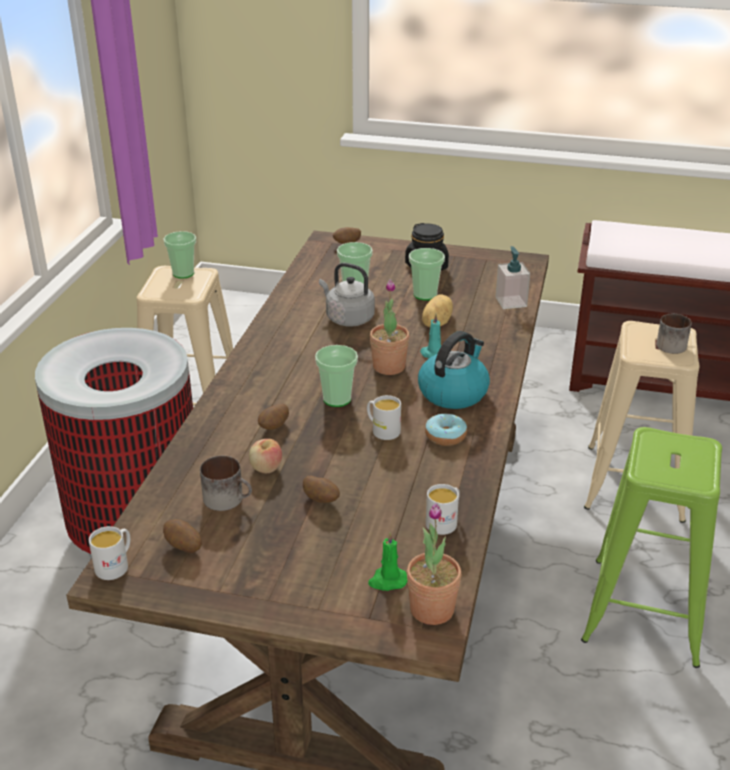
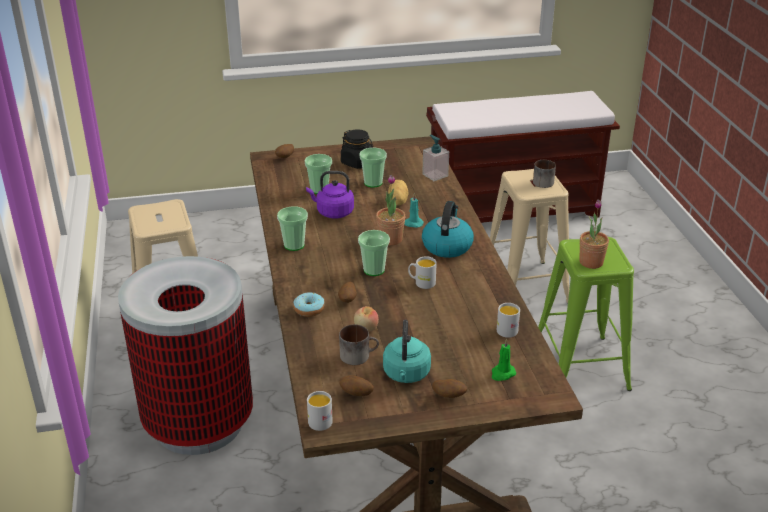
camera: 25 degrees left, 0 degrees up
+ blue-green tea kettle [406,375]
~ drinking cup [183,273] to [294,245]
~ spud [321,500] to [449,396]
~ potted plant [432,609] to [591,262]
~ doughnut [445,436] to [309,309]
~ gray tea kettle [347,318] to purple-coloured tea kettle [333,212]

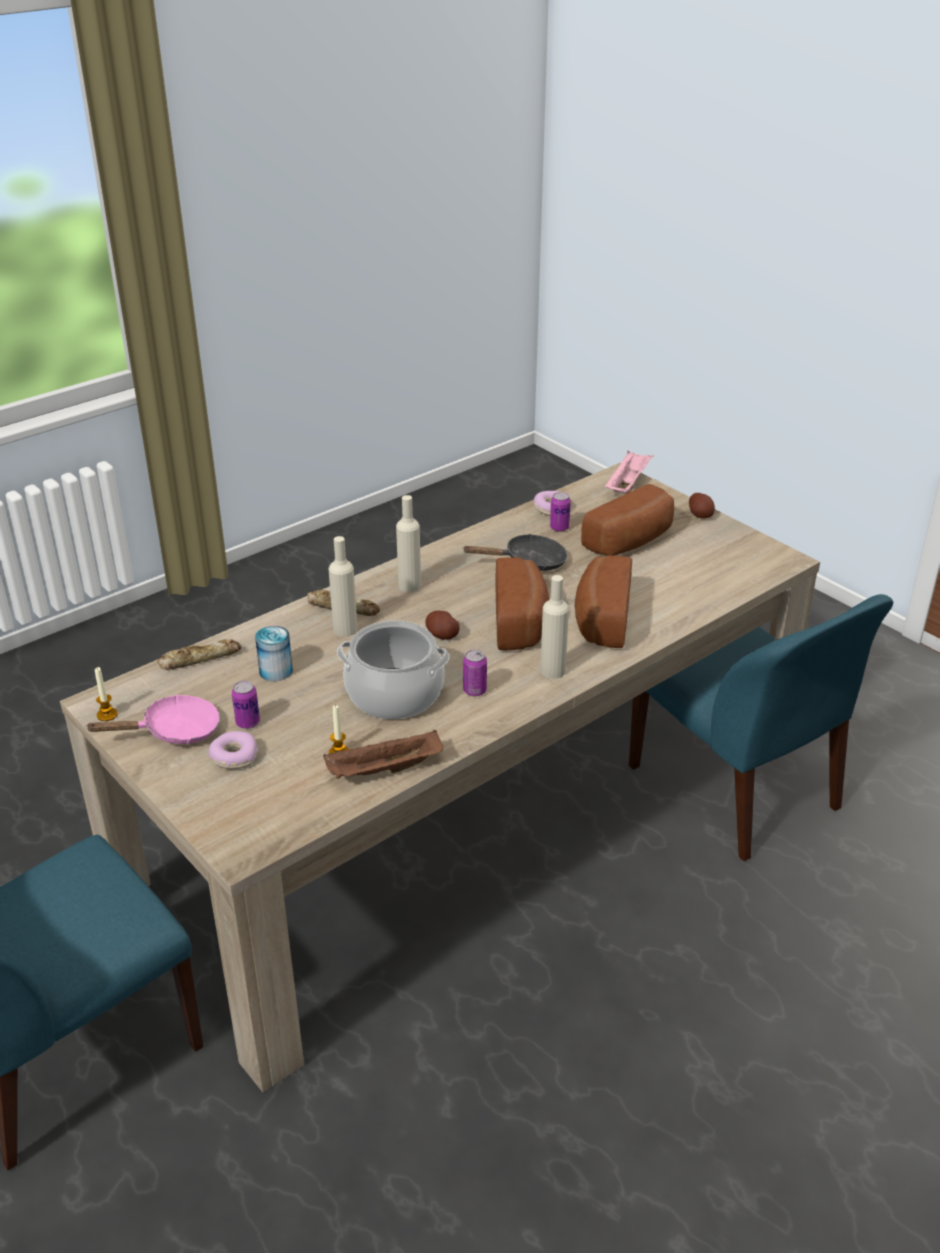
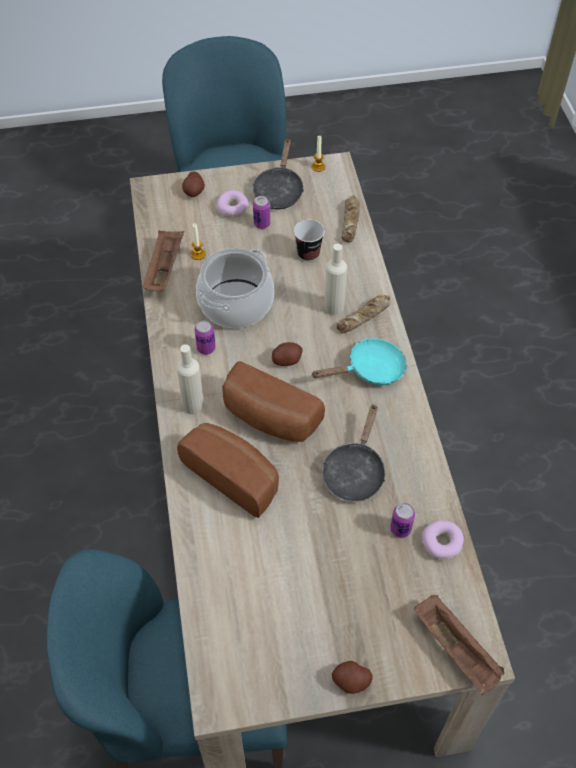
camera: 120 degrees right, 20 degrees up
- bread [632,541]
+ spud [194,191]
~ sealed can [276,671] to drinking cup [308,254]
~ beige drink bottle [409,585] to blue-green skillet [370,370]
~ pinkish skillet [174,731] to blackish skillet [279,190]
~ pinkish carrying tray [627,484] to brown-coloured carrying tray [457,650]

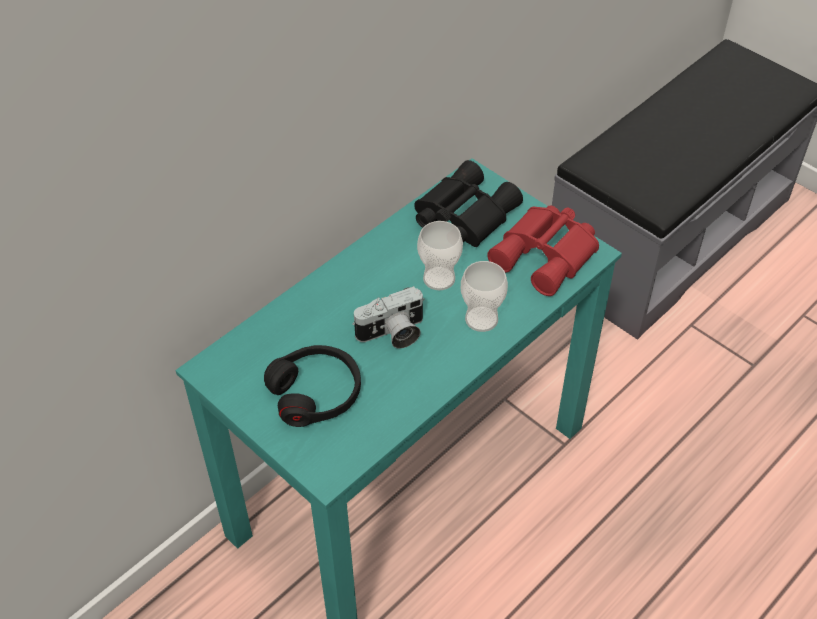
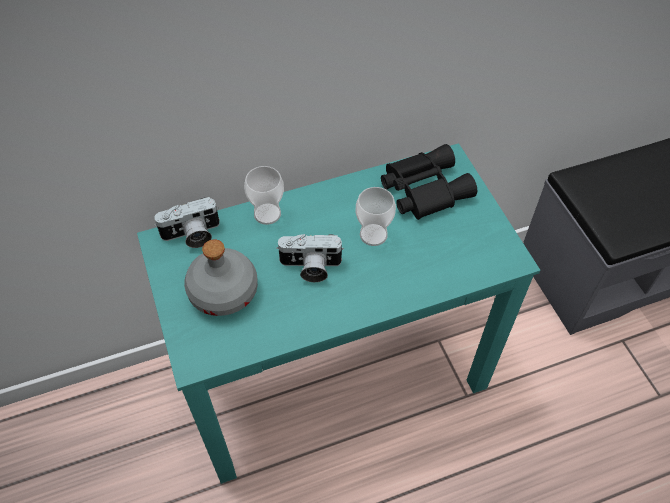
camera: 25 degrees right, 5 degrees up
- reddish pair of binoculars [547,256]
+ still camera [192,235]
~ drinking cup [481,319] to [267,214]
~ blackish headphones [316,393] to gray drink bottle [224,292]

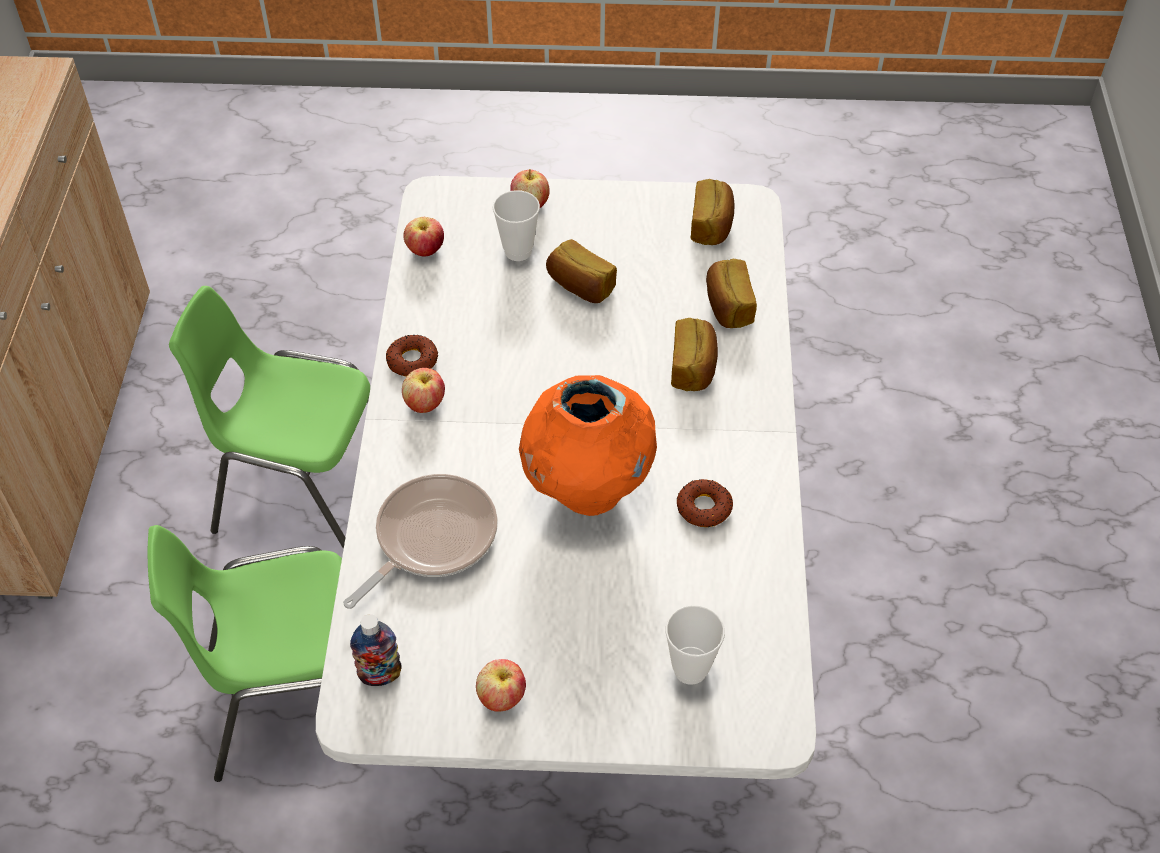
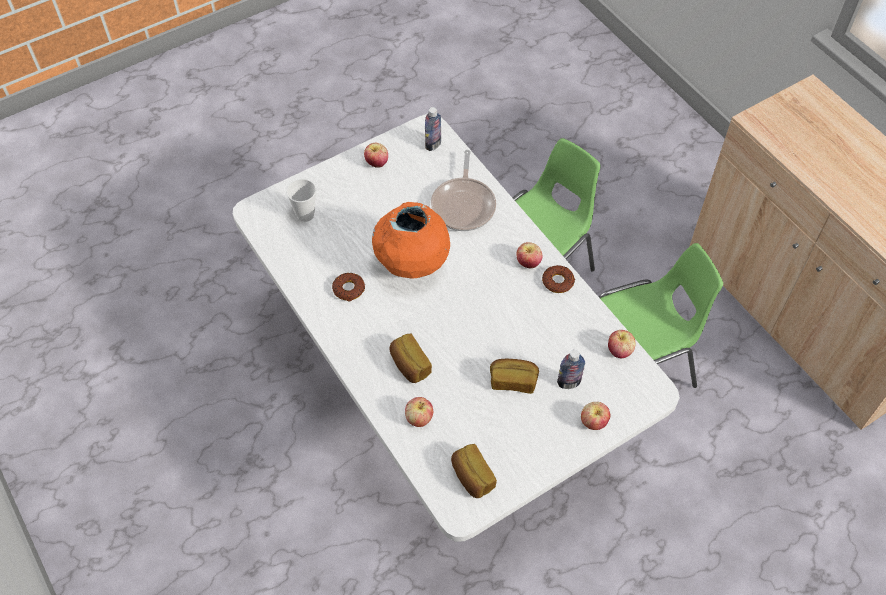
camera: 145 degrees right, 5 degrees up
~ drinking cup [518,251] to drink bottle [568,383]
~ bread [727,306] to apple fruit [419,418]

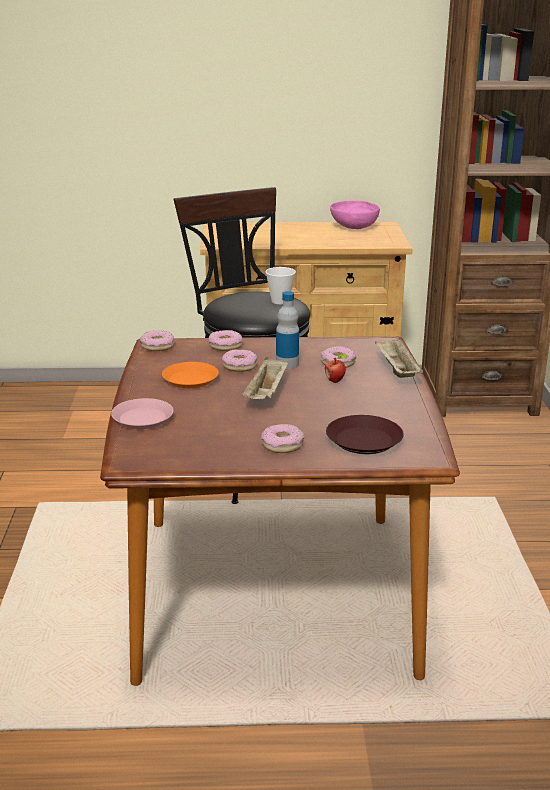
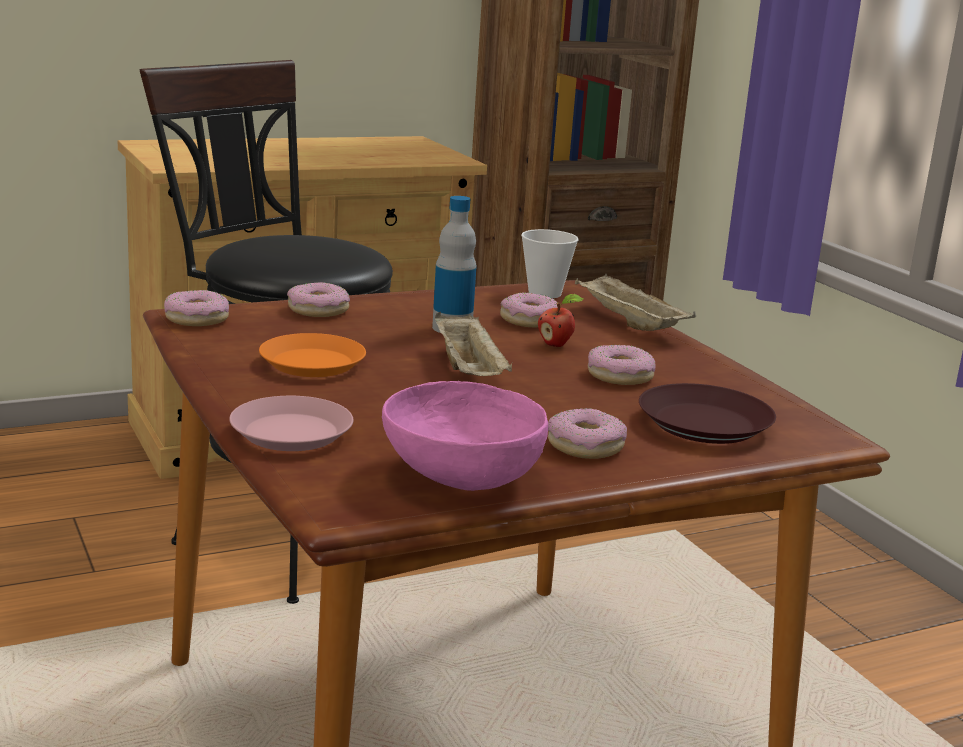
camera: 25 degrees left, 5 degrees down
~ doughnut [239,366] to [620,375]
~ drinking cup [280,301] to [544,293]
~ pinkish bowl [353,227] to [460,475]

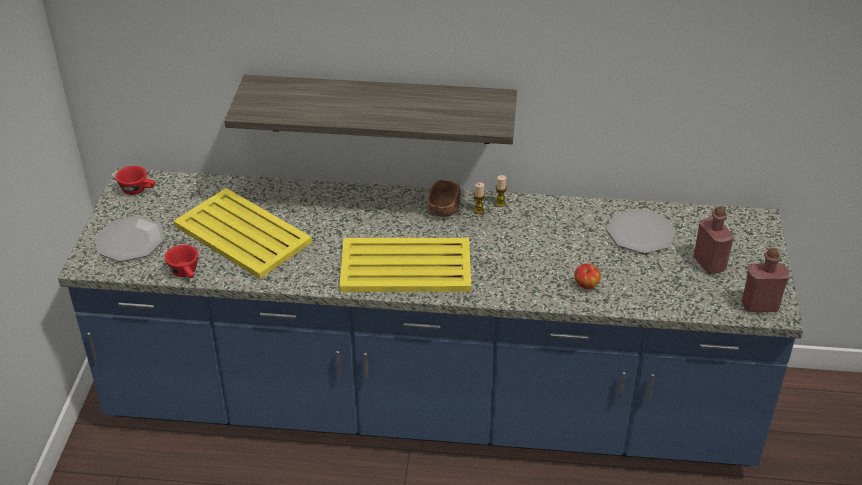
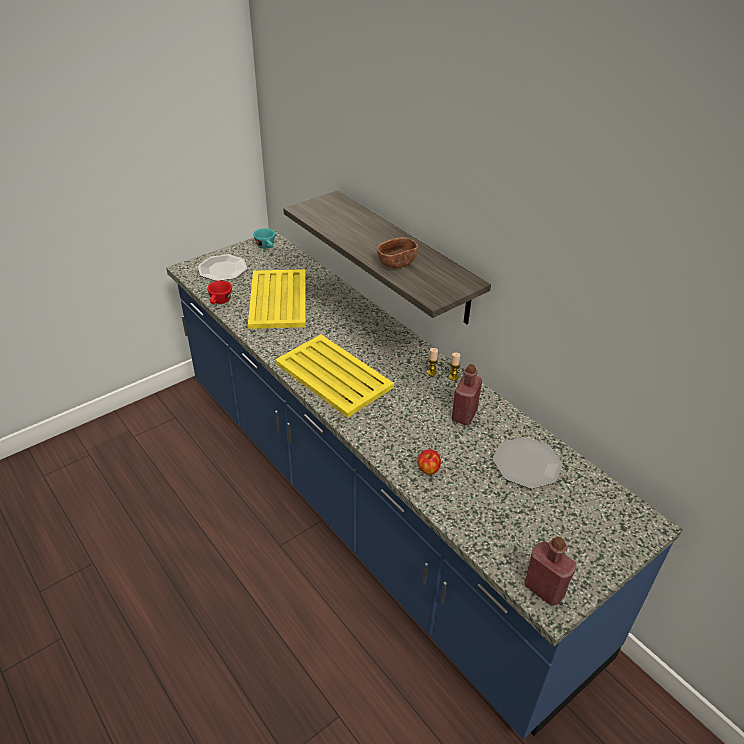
camera: 45 degrees right, 0 degrees up
~ brown-coloured bowl [443,208] to [397,262]
~ reddish drink bottle [709,264] to [464,415]
~ reddish drinking cup [138,190] to blue-green drinking cup [266,247]

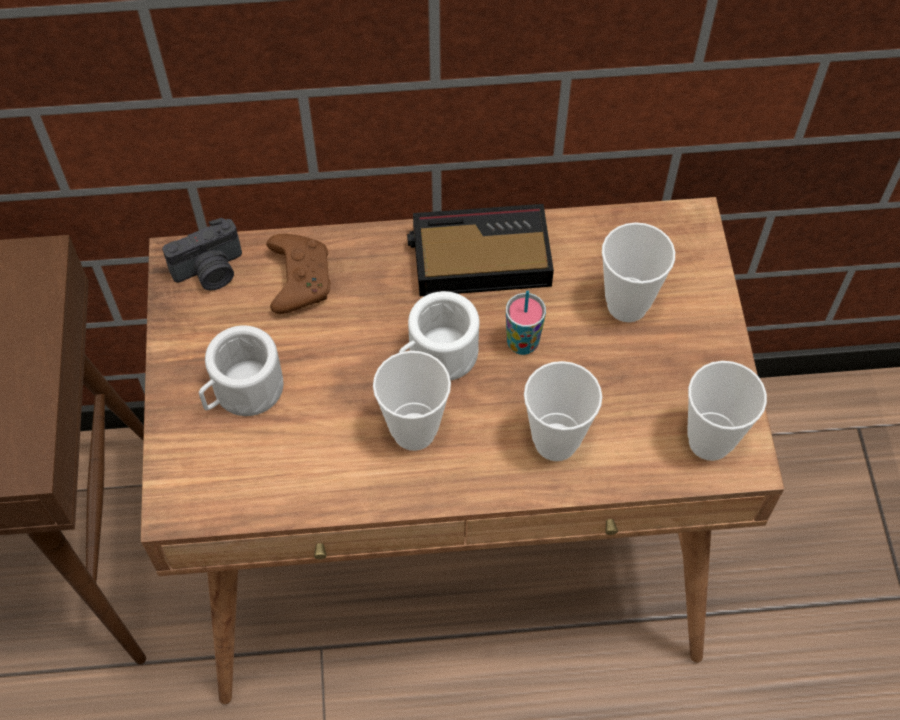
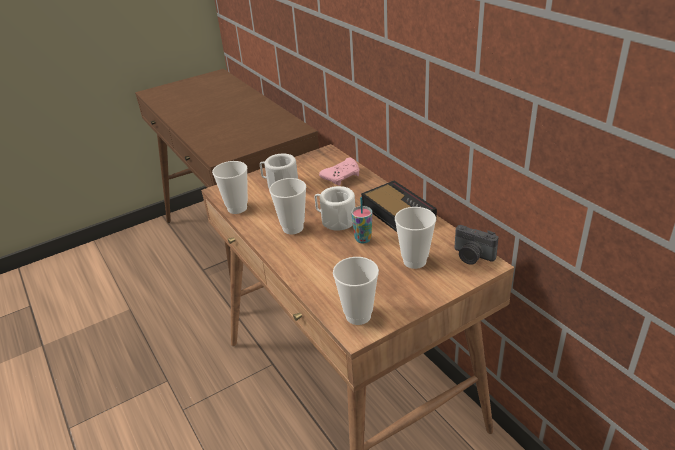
camera: 65 degrees right, 25 degrees down
~ still camera [210,272] to [472,256]
~ drinking cup [555,442] to [237,208]
~ brown-coloured joypad [299,279] to pinkish joypad [342,177]

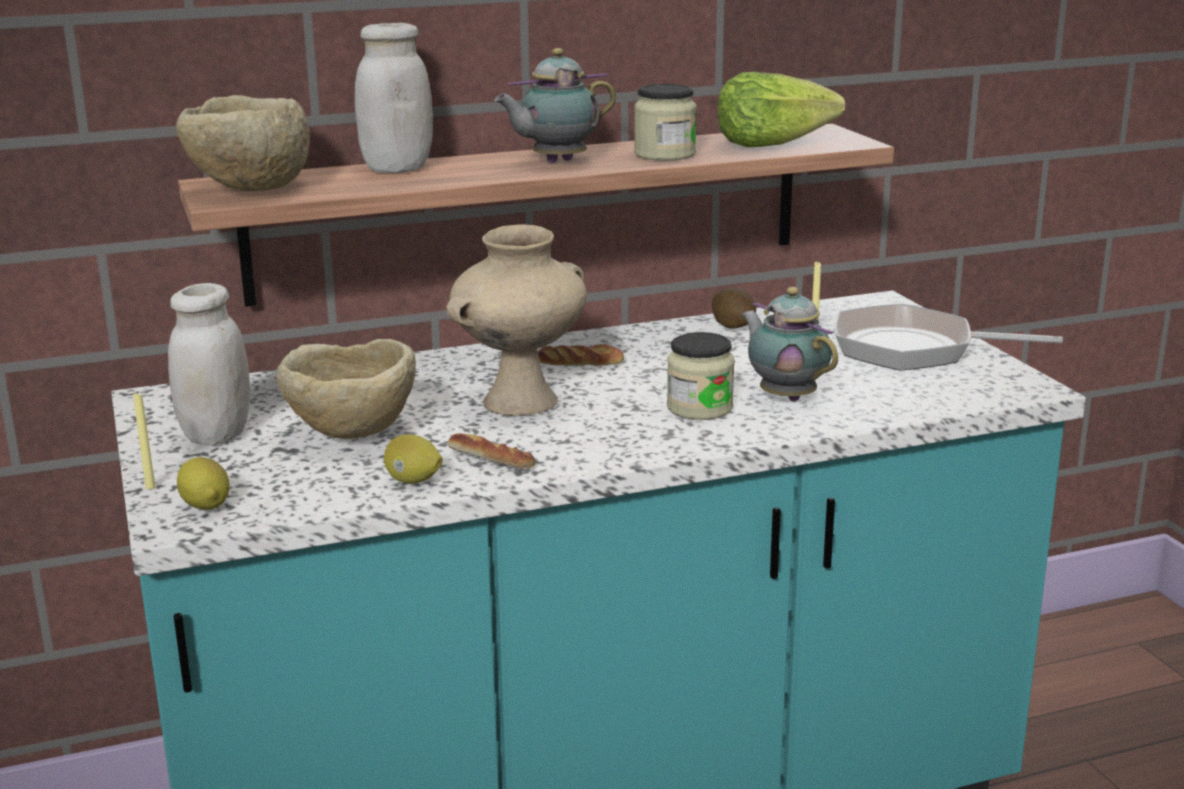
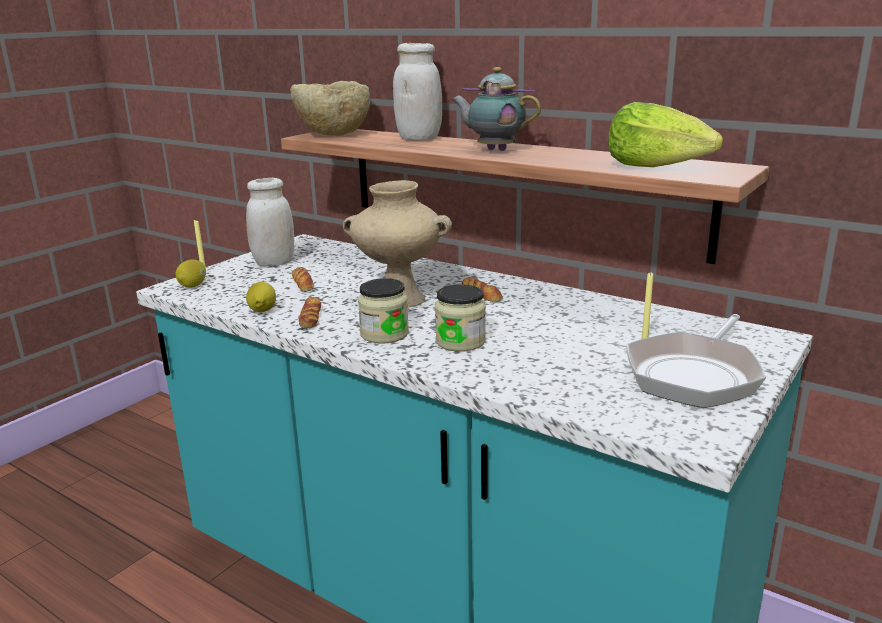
camera: 55 degrees right, 0 degrees up
- spud [734,326]
- pot for tea [785,396]
~ jar [664,154] to [384,334]
~ beige bowl [352,437] to bread [303,284]
~ skillet [913,349] = [695,374] 120 degrees counterclockwise

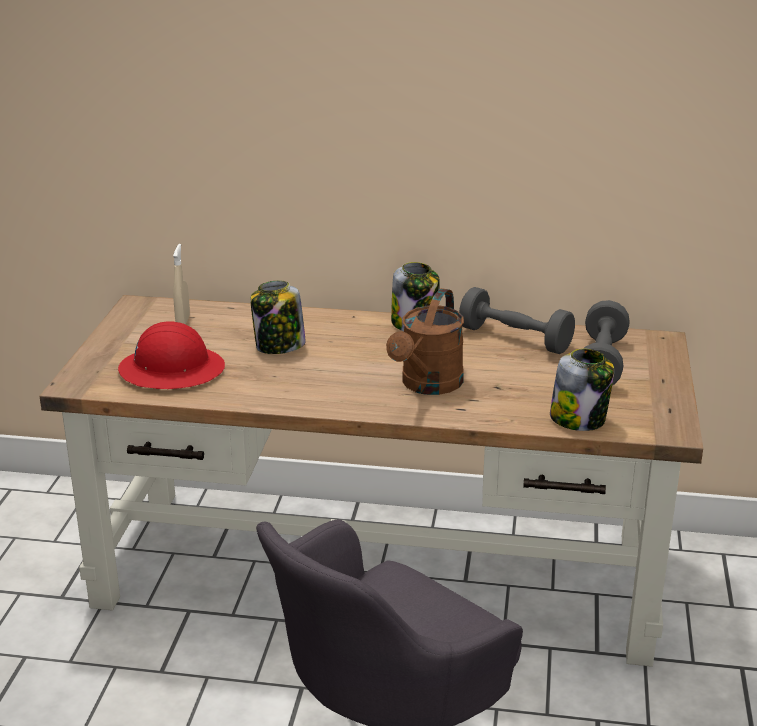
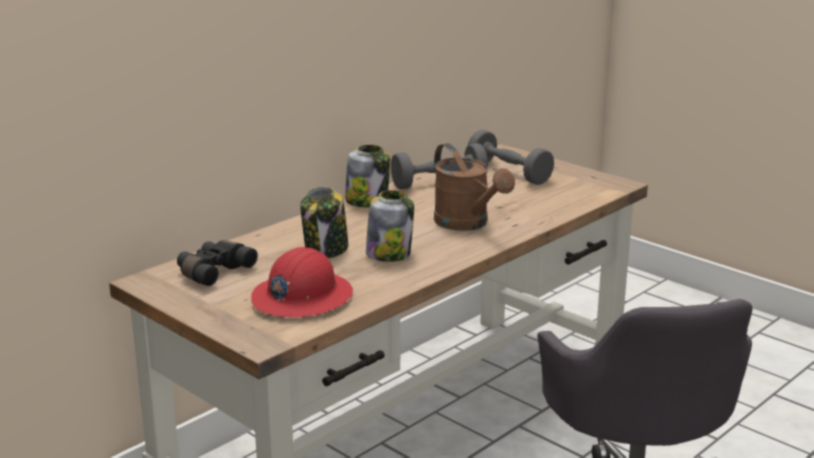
camera: 55 degrees left, 5 degrees down
~ jar [579,419] to [389,254]
~ beige hand sprayer [183,320] to blackish pair of binoculars [213,271]

